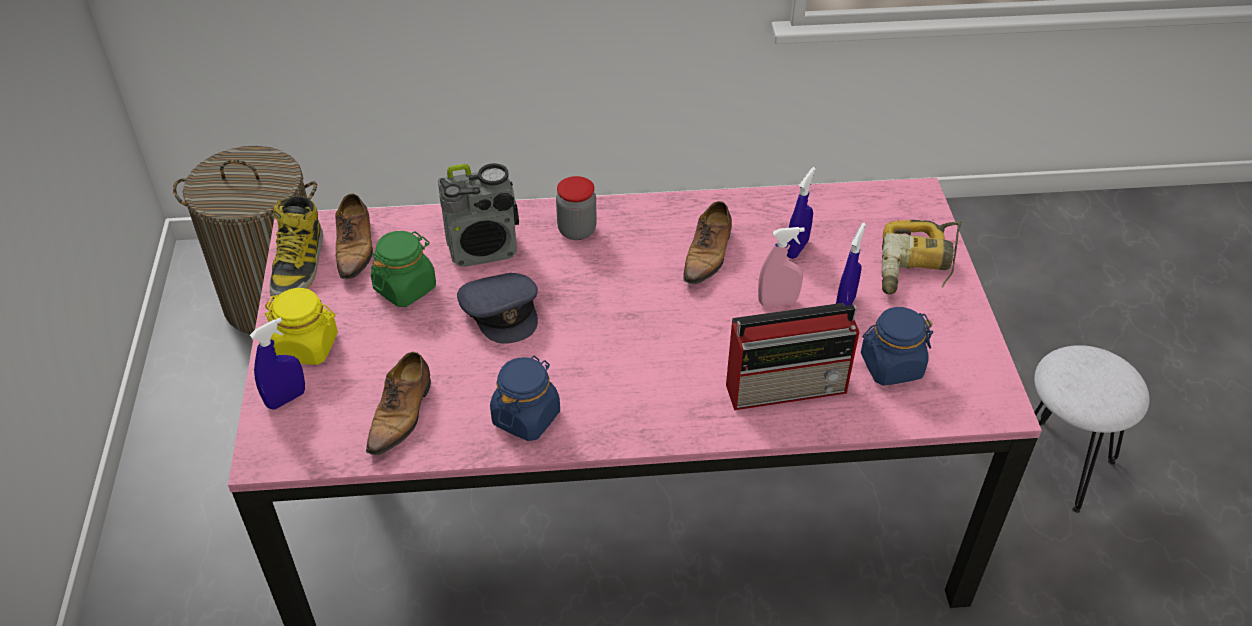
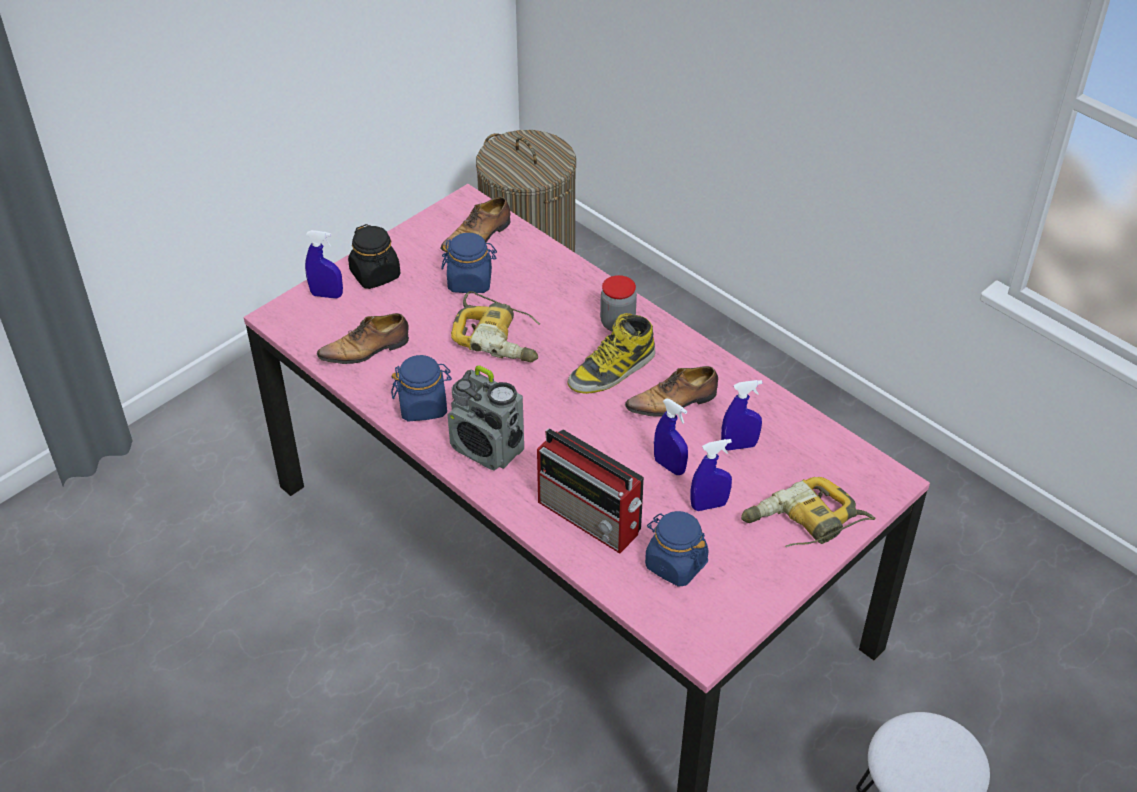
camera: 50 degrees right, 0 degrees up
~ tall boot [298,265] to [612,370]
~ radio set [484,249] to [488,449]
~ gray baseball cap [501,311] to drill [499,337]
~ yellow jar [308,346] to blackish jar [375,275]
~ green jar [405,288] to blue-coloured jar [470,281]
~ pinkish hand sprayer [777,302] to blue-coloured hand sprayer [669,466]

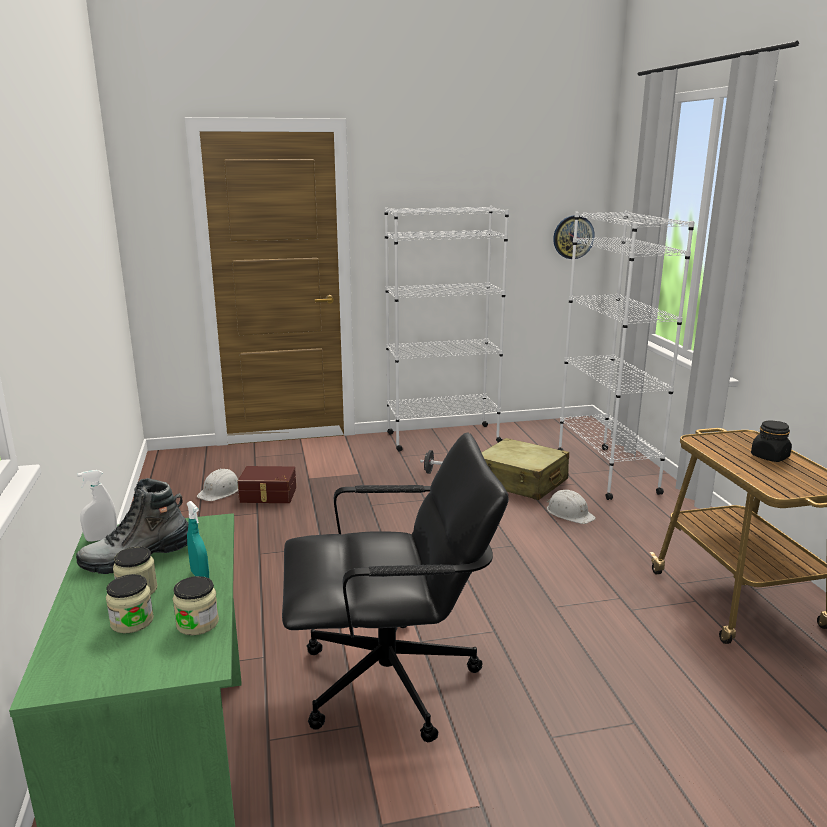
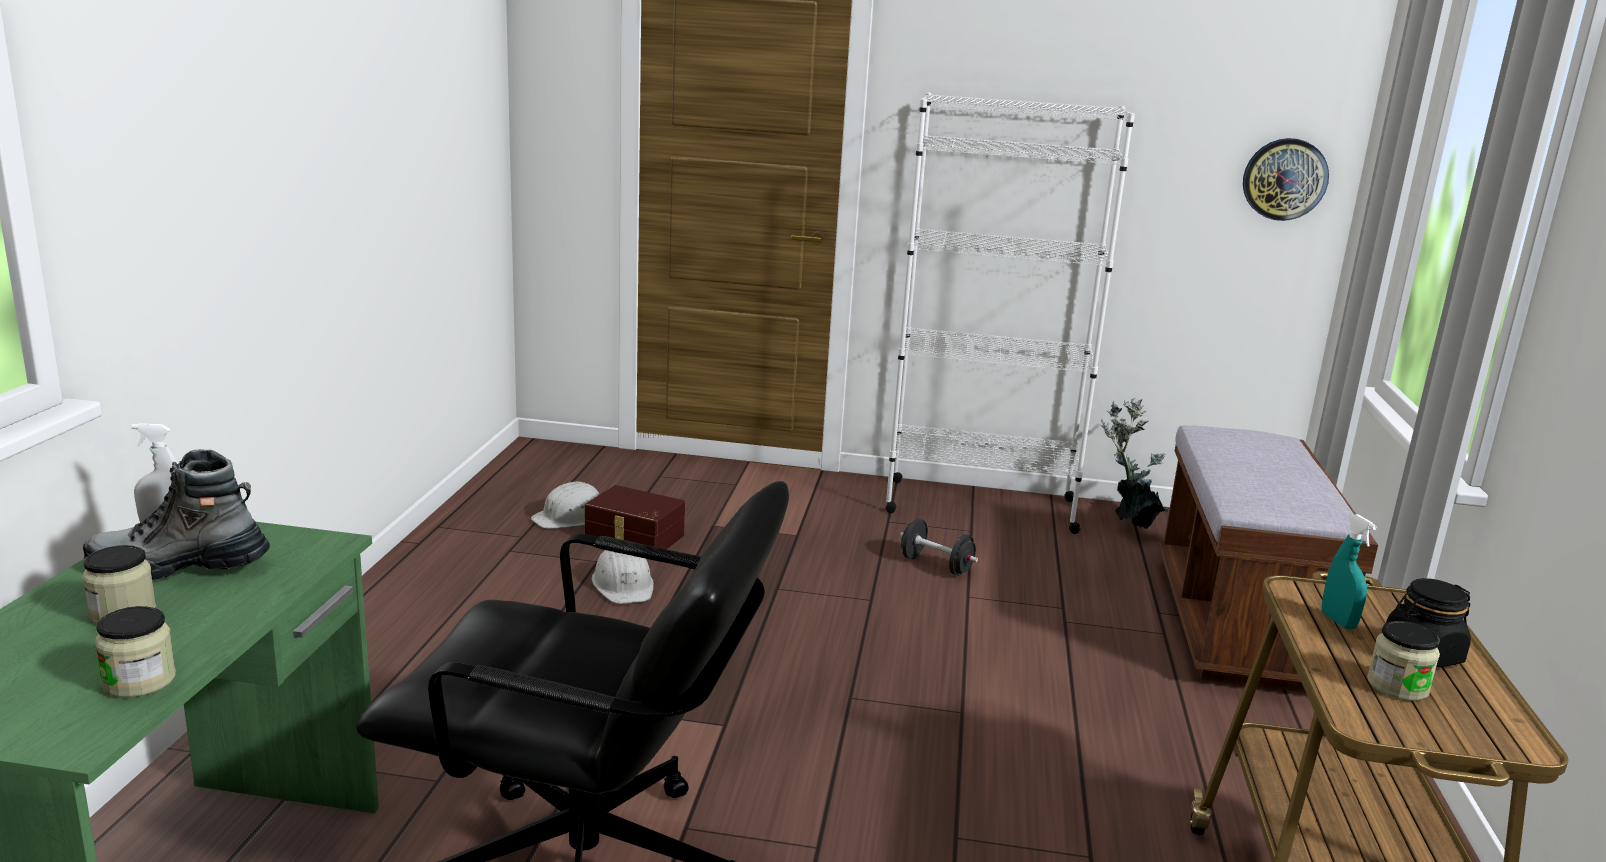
camera: 20 degrees right, 0 degrees up
- beige suitcase [521,482]
+ potted plant [1129,524]
~ jar [132,621] to [1397,686]
~ blue-green hand sprayer [200,576] to [1338,621]
~ whitish safety helmet [569,513] to [623,585]
~ whitish bookcase [606,472] to brown-coloured indoor bench [1238,625]

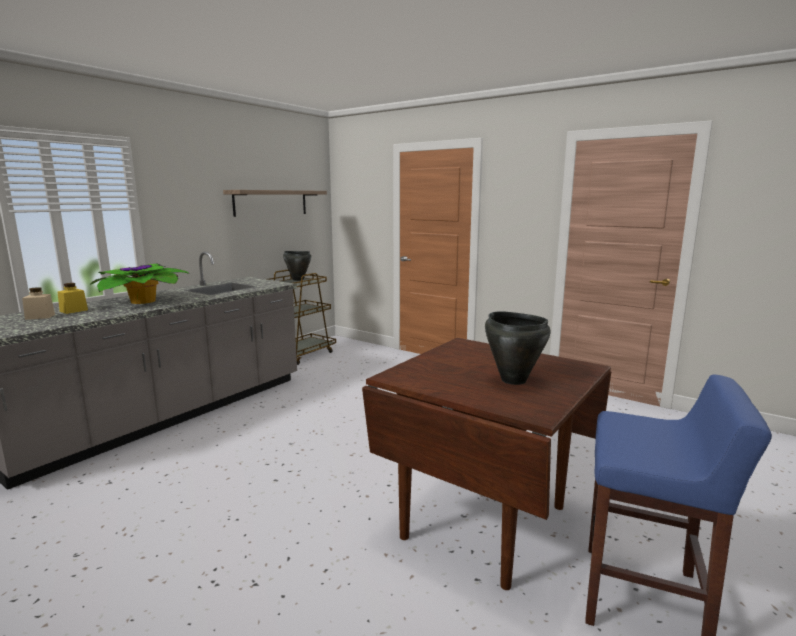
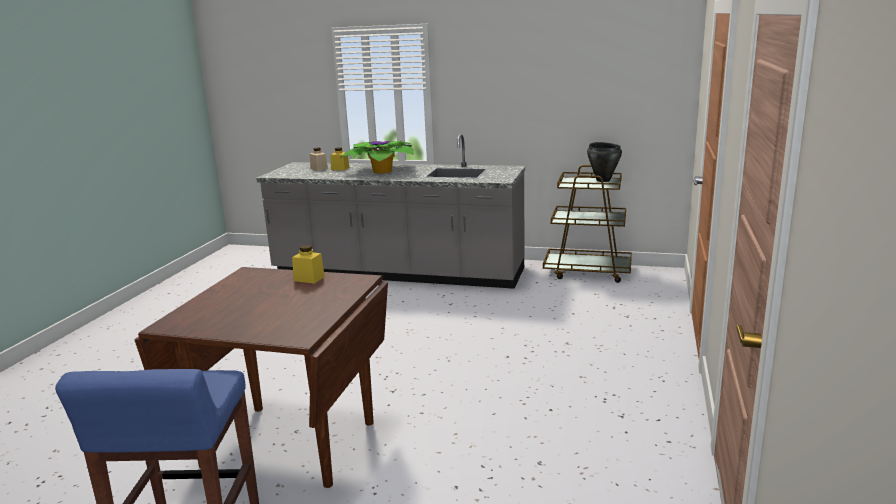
camera: 70 degrees right, 5 degrees up
- bracket shelf [271,202]
- blackish cooking pot [513,380]
+ yellow jar [309,278]

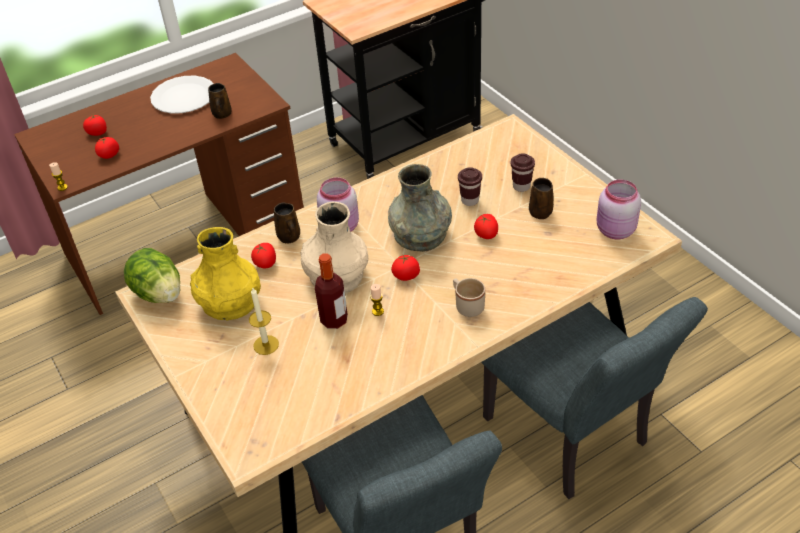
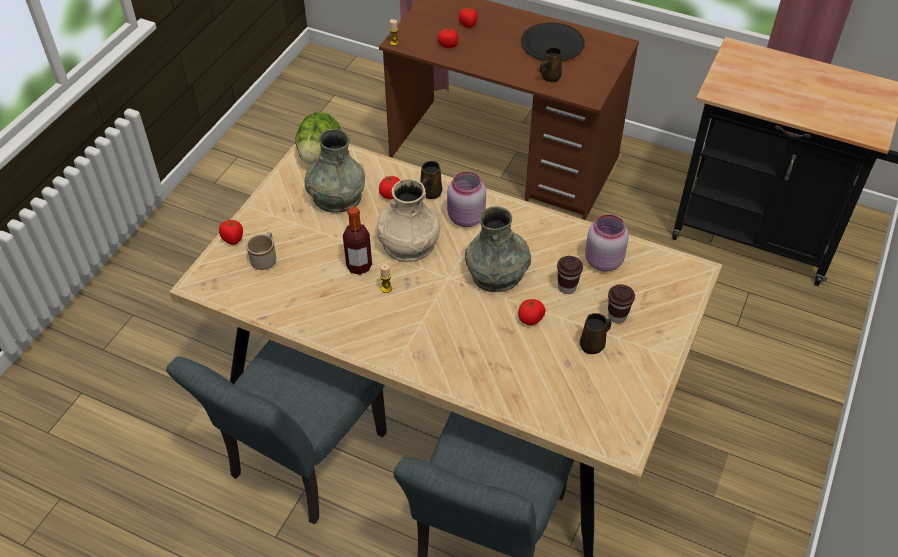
camera: 55 degrees right, 5 degrees up
- wax light [266,345]
~ tomato [406,275] to [233,239]
~ beige coffee mug [467,305] to [265,259]
~ pinkish jar [614,231] to [602,261]
~ whitish dinner plate [184,96] to blackish dinner plate [552,44]
~ yellow decorative vase [230,302] to gray decorative vase [337,196]

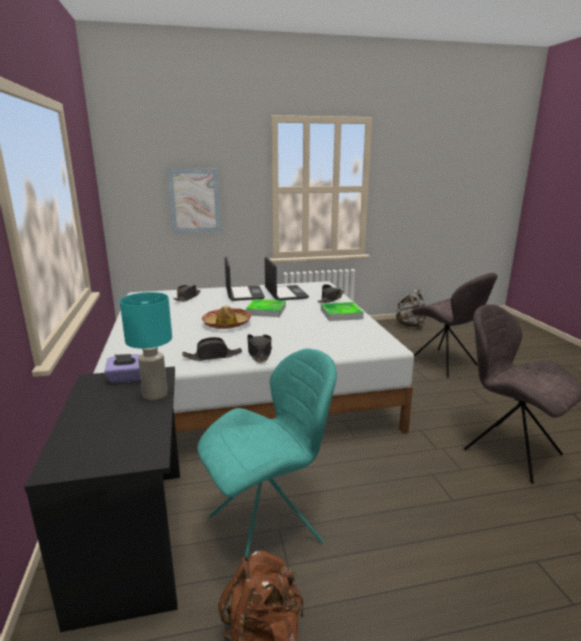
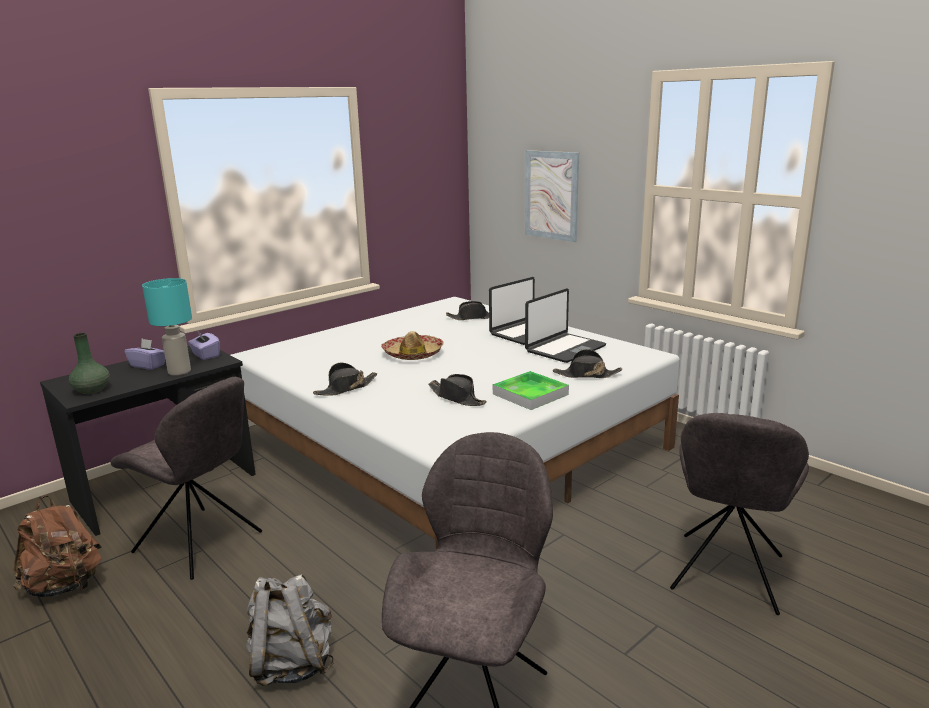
camera: 60 degrees right, 0 degrees up
- carrying tray [266,310]
+ green decorative vase [92,390]
+ purple-coloured tissue holder [148,365]
~ blackish wearable hat [213,356] to [457,398]
~ gray backpack [410,325] to [292,663]
~ blue-green upright chair [268,528] to gray upright chair [201,544]

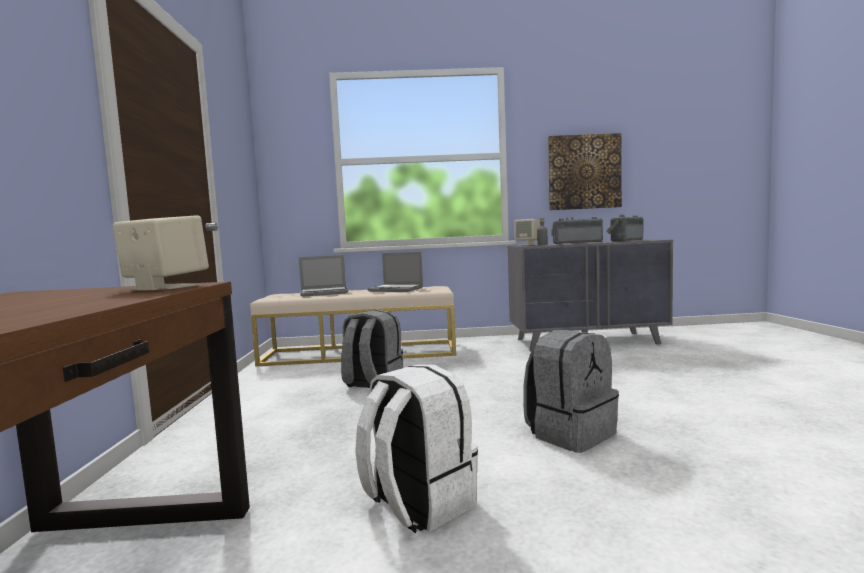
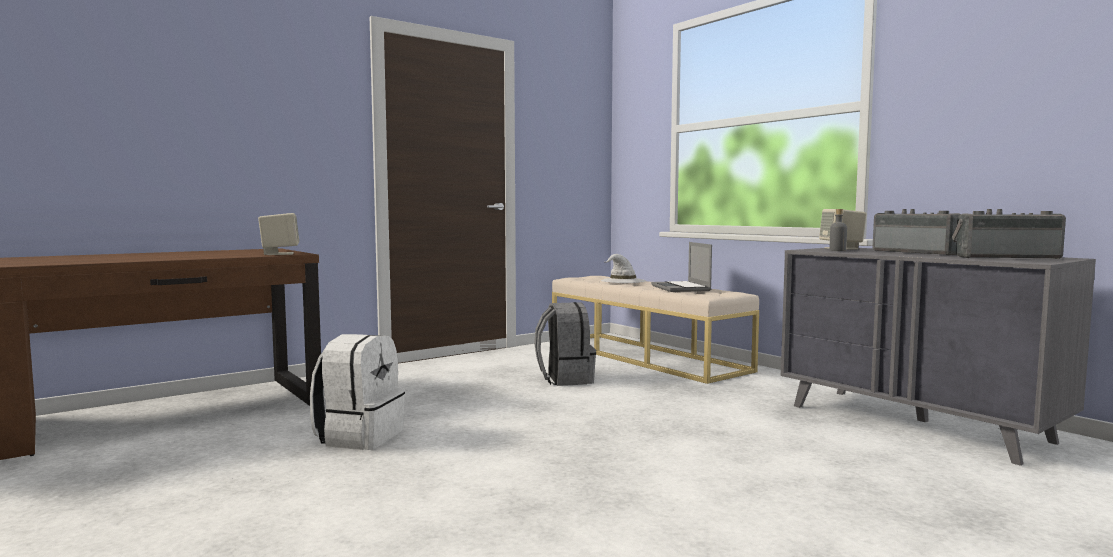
camera: 55 degrees right, 0 degrees up
- gray backpack [570,433]
- picture [584,172]
~ notebook computer [325,293] to whitish wearable hat [622,281]

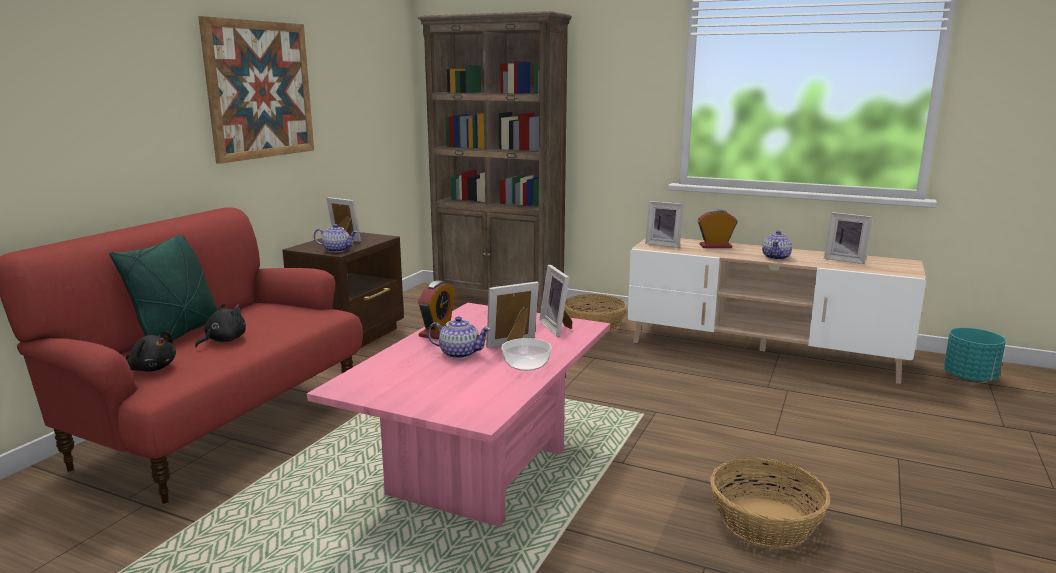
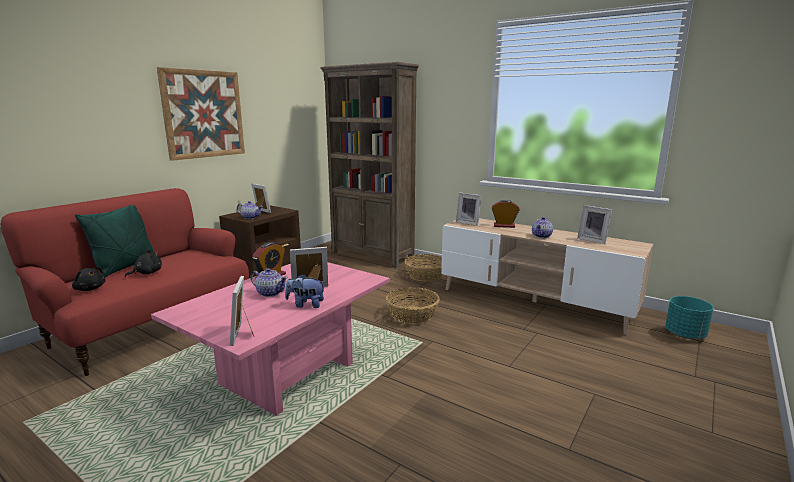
camera: 10 degrees right, 0 degrees up
~ picture frame [557,327] to [244,334]
~ storage basket [766,522] to [412,315]
~ bowl [526,365] to plush toy [306,305]

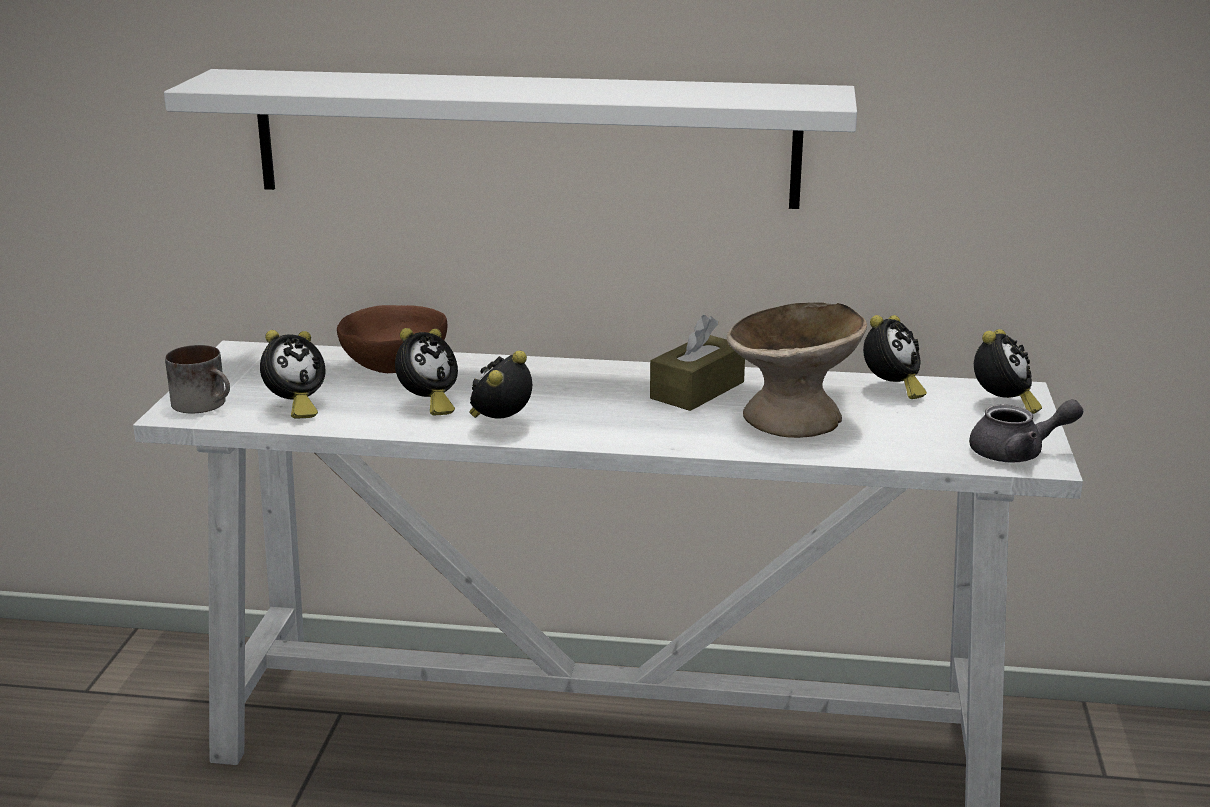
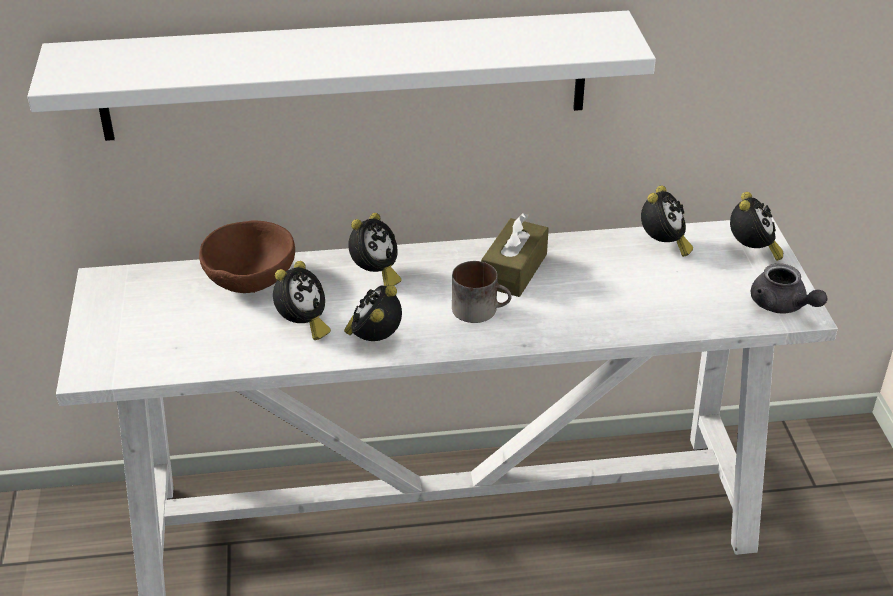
camera: 15 degrees left, 15 degrees up
- beige bowl [792,418]
~ coffee mug [206,404] to [480,309]
~ table clock [295,408] to [375,274]
~ gray pot for tea [1017,453] = [782,306] 75 degrees clockwise

